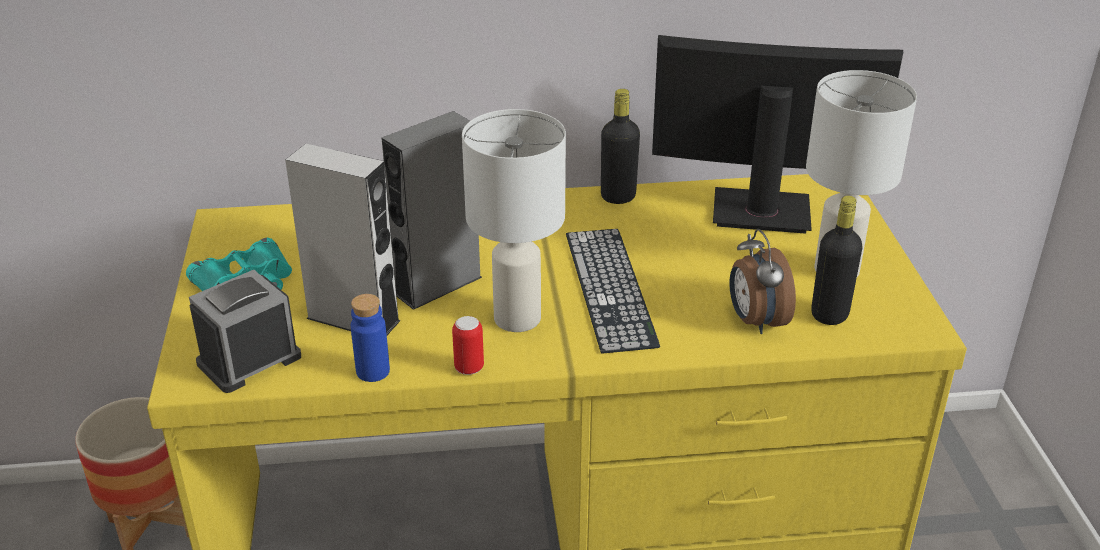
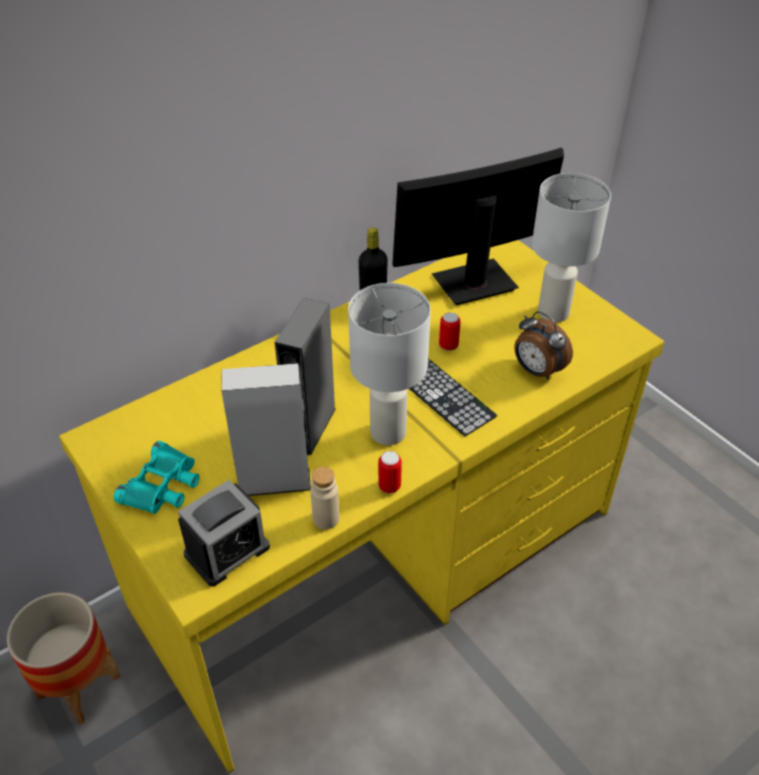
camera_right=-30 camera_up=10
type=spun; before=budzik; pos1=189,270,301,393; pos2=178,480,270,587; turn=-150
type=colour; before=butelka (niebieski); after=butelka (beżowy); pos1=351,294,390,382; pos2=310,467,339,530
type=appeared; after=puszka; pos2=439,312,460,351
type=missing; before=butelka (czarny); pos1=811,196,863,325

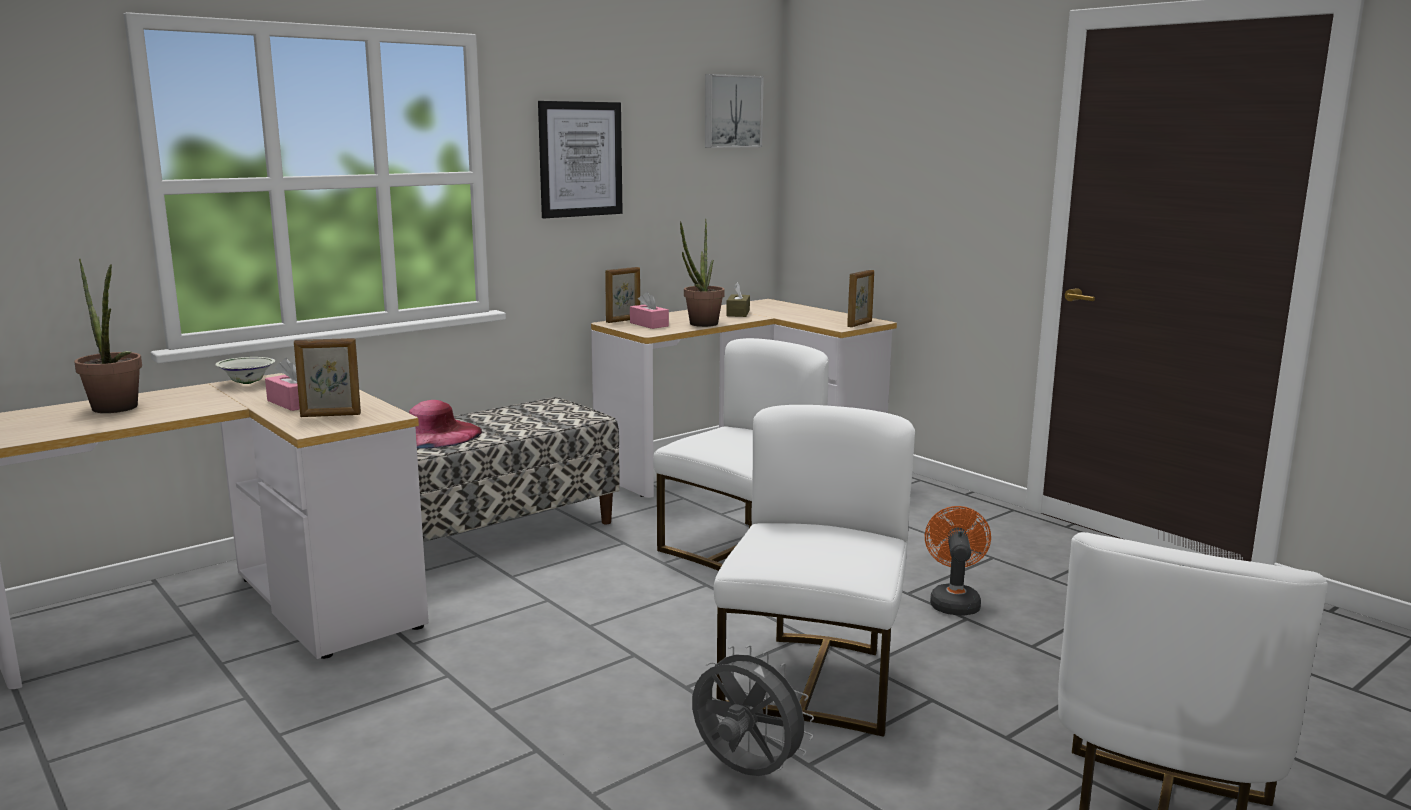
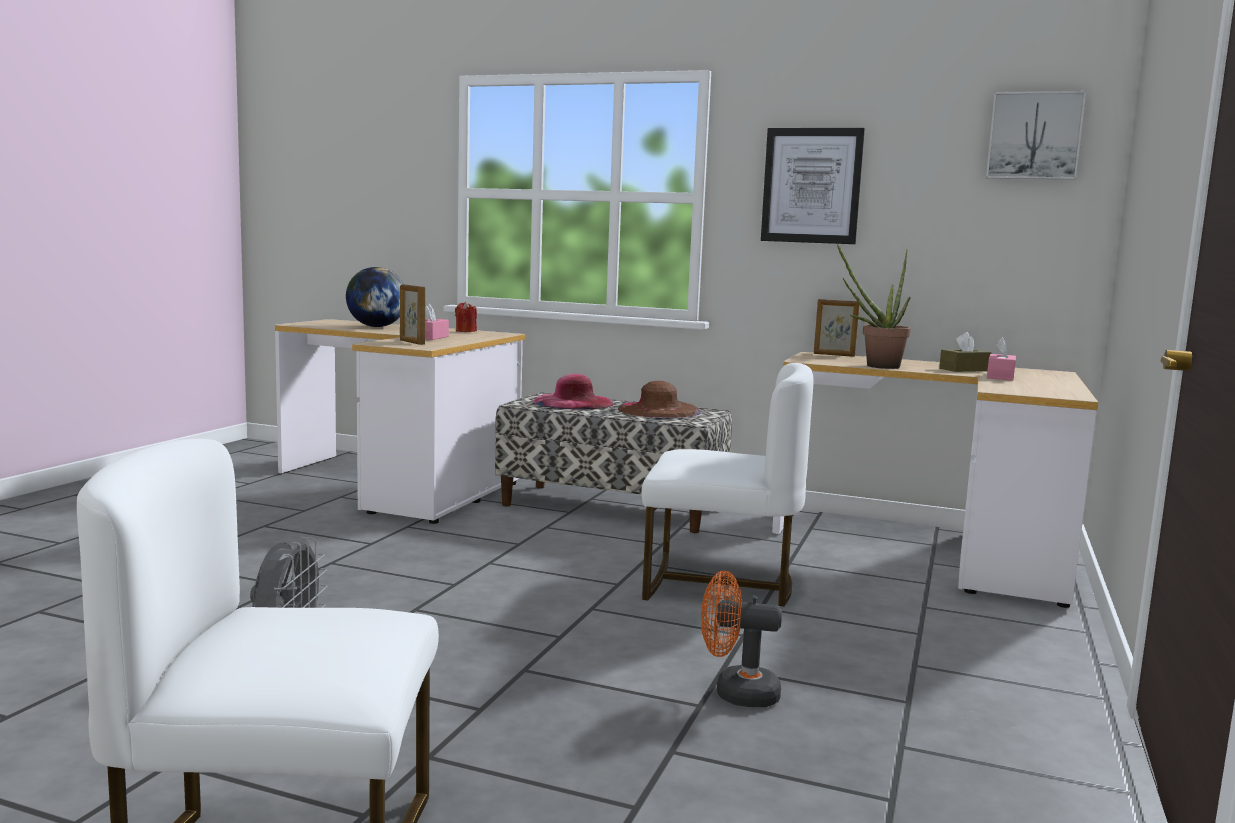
camera_right=60 camera_up=-5
type=exchanged; before=roślina doniczkowa; after=globus; pos1=74,259,142,413; pos2=346,267,404,327
type=exchanged; before=miska (biały); after=świeca (czerwony); pos1=215,357,275,384; pos2=455,301,477,332
type=appeared; after=kapelusz (brązowy); pos2=618,381,700,418
type=spun; before=wentylator (pomarańczowy); pos1=925,506,991,616; pos2=701,571,782,707; turn=-150
type=relocated; before=pudełko chusteczek (różowy); pos1=630,292,669,329; pos2=987,337,1016,381
type=missing; before=krzesło (biały); pos1=714,405,915,737
type=missing; before=ramka na zdjęcie; pos1=847,270,874,327

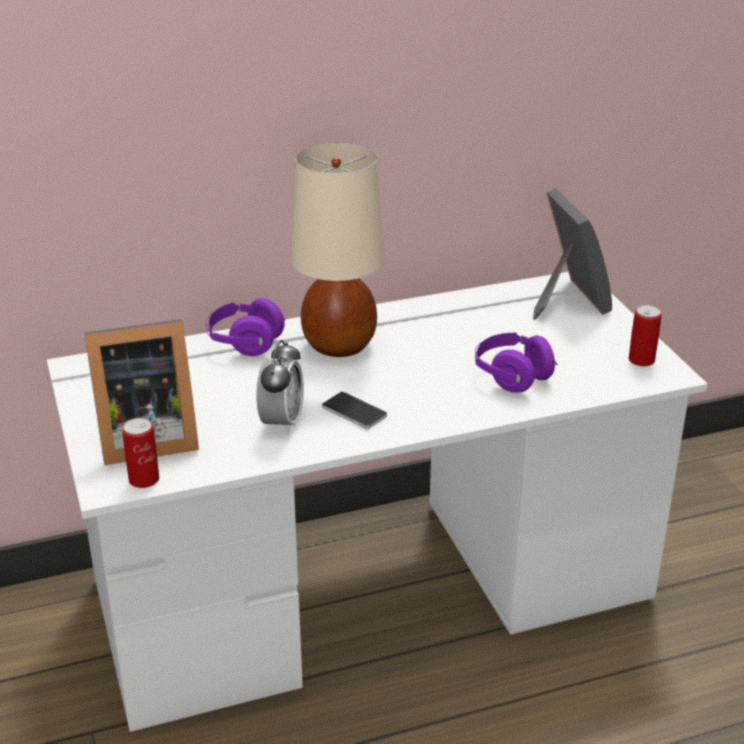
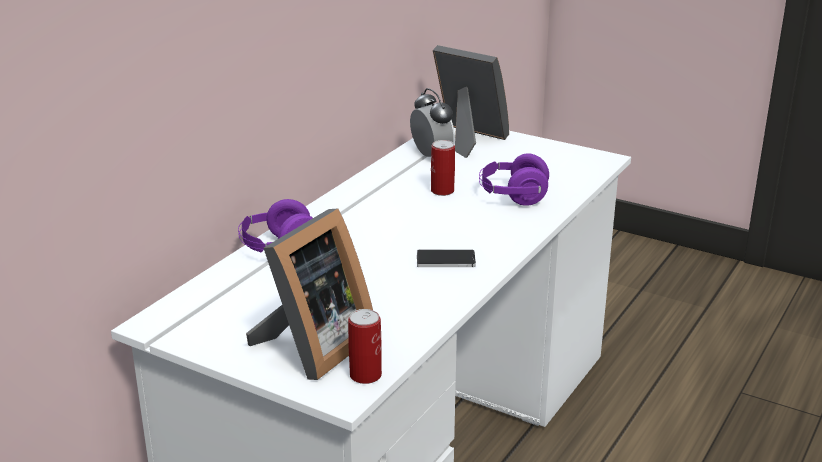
camera_right=-40 camera_up=-5
type=relocated; before=budzik; pos1=256,340,304,434; pos2=410,88,455,157
type=relocated; before=puszka; pos1=629,305,662,366; pos2=431,140,455,196
type=missing; before=lampa stołowa (beżowy); pos1=290,142,385,357

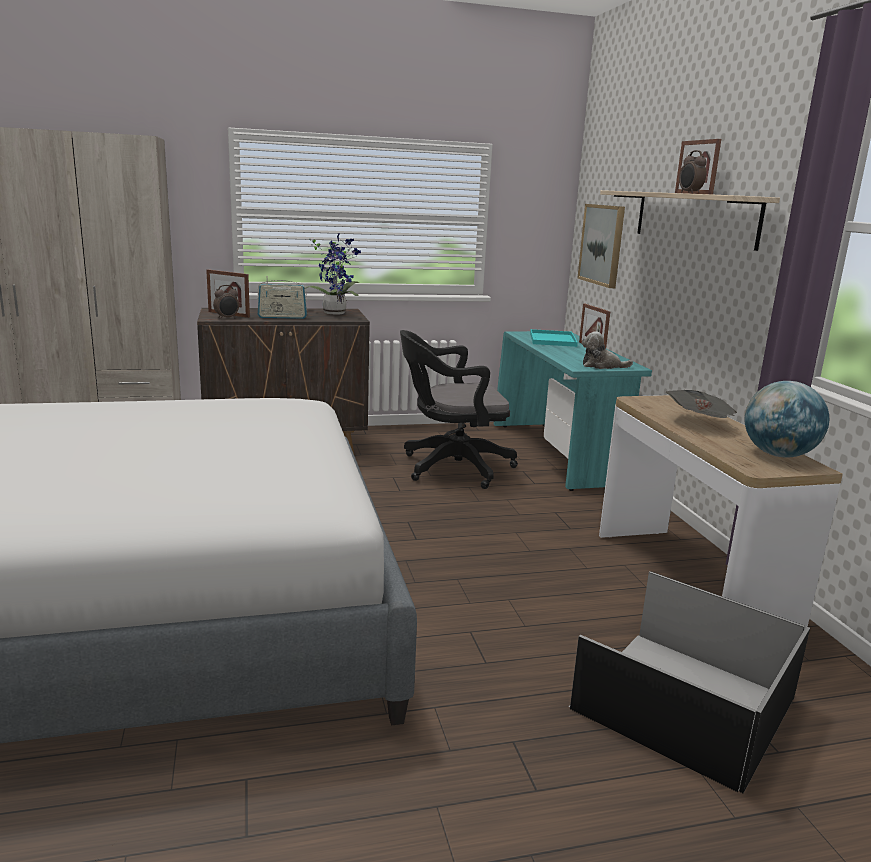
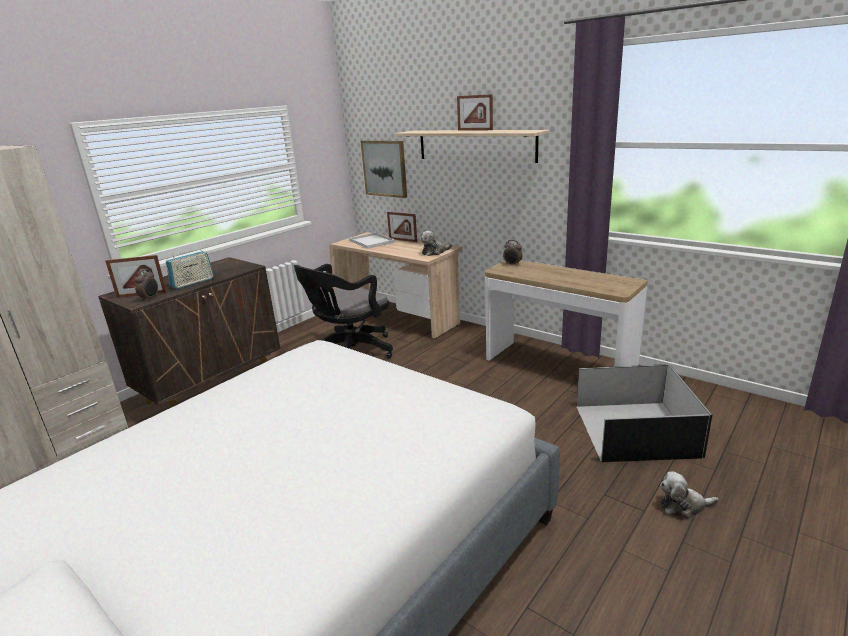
camera_right=-35 camera_up=5
type=colour; before=biurko (turkusowy); after=biurko (beżowy); pos1=493,331,652,491; pos2=329,232,463,339
type=colour; before=taca (turkusowy); after=taca (biały); pos1=530,329,578,347; pos2=349,232,395,249
type=relocated; before=budzik; pos1=679,150,706,193; pos2=503,240,523,266
type=appeared; after=pluszak; pos2=660,471,719,519
type=missing; before=roślina doniczkowa; pos1=306,233,361,315
type=missing; before=gazeta; pos1=666,390,737,418
type=missing; before=globus; pos1=745,381,829,458

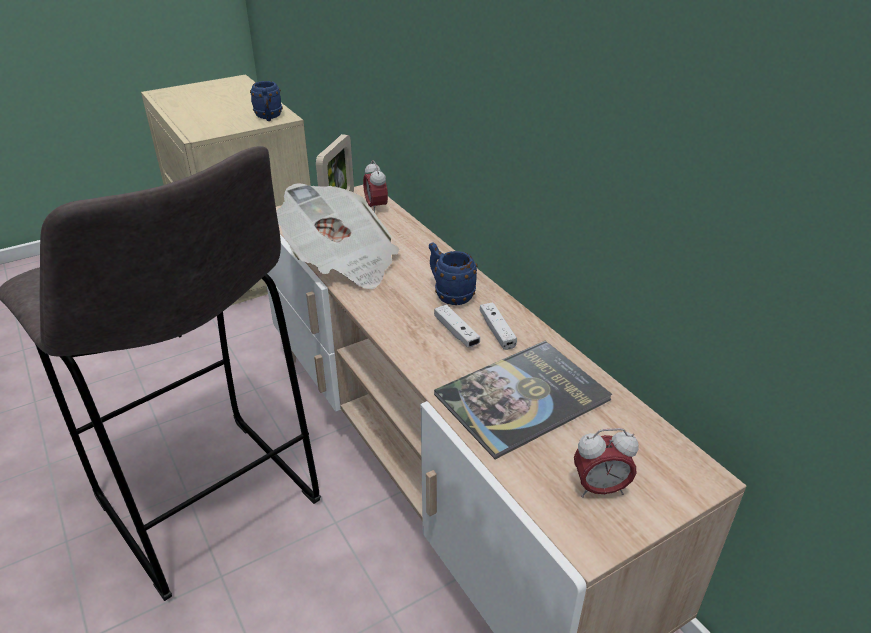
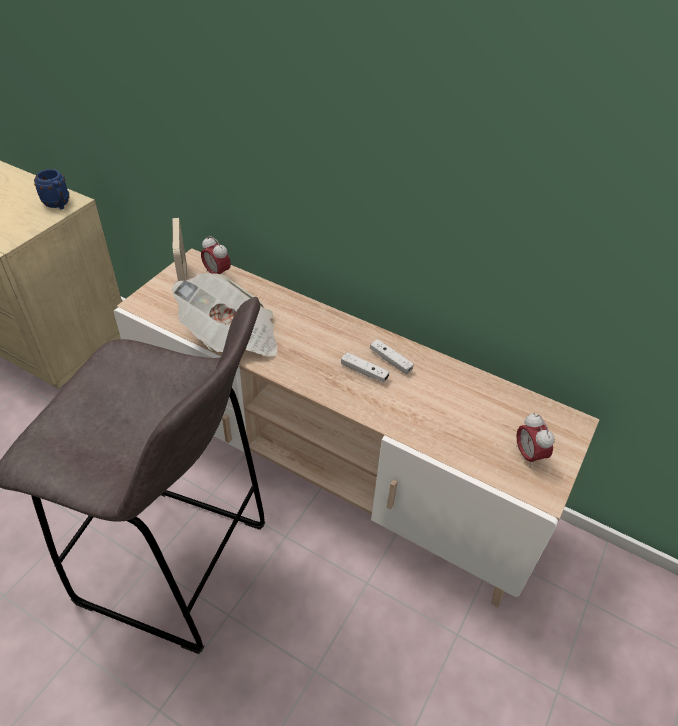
camera_right=-30 camera_up=10
type=spun; before=budzik; pos1=574,428,639,498; pos2=516,413,555,468; turn=105
type=missing; before=kubek (niebieski); pos1=429,242,477,305
type=missing; before=książka; pos1=434,341,613,459

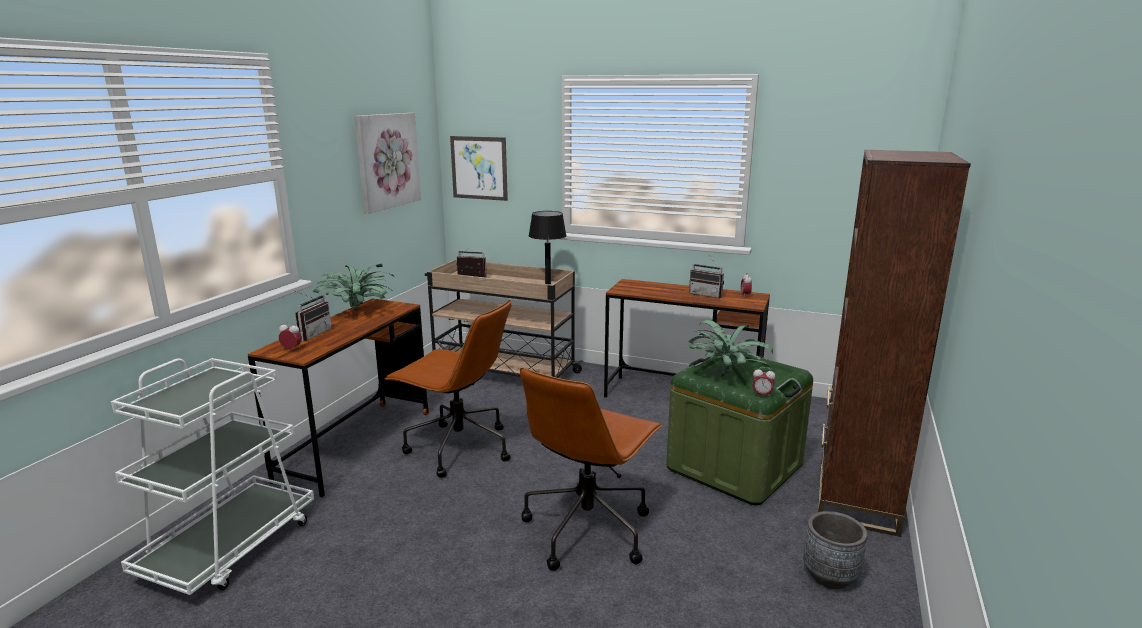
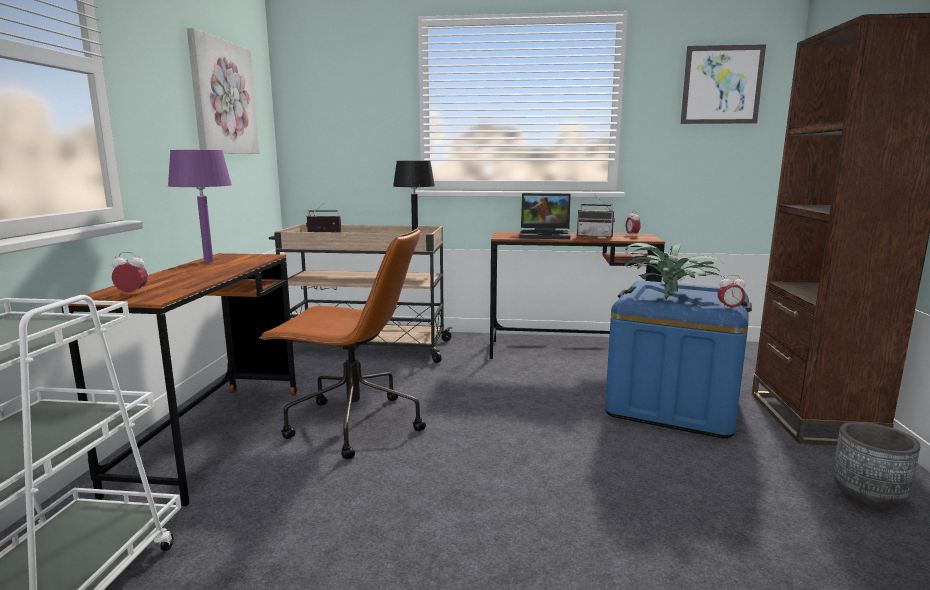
camera_right=-15 camera_up=-5
type=exchanged; before=roślina doniczkowa; after=lampa stołowa (fioletowy); pos1=313,264,395,311; pos2=168,150,232,263
type=appeared; after=laptop; pos2=519,193,571,239
type=colour; before=pojemnik do przechowywania (zielony); after=pojemnik do przechowywania (niebieski); pos1=666,351,813,505; pos2=605,280,752,439
type=relocated; before=obraz; pos1=450,136,508,201; pos2=681,44,766,124
type=missing; before=radio; pos1=294,290,332,341
type=missing; before=krzesło biurowe (brązowy); pos1=520,368,663,571

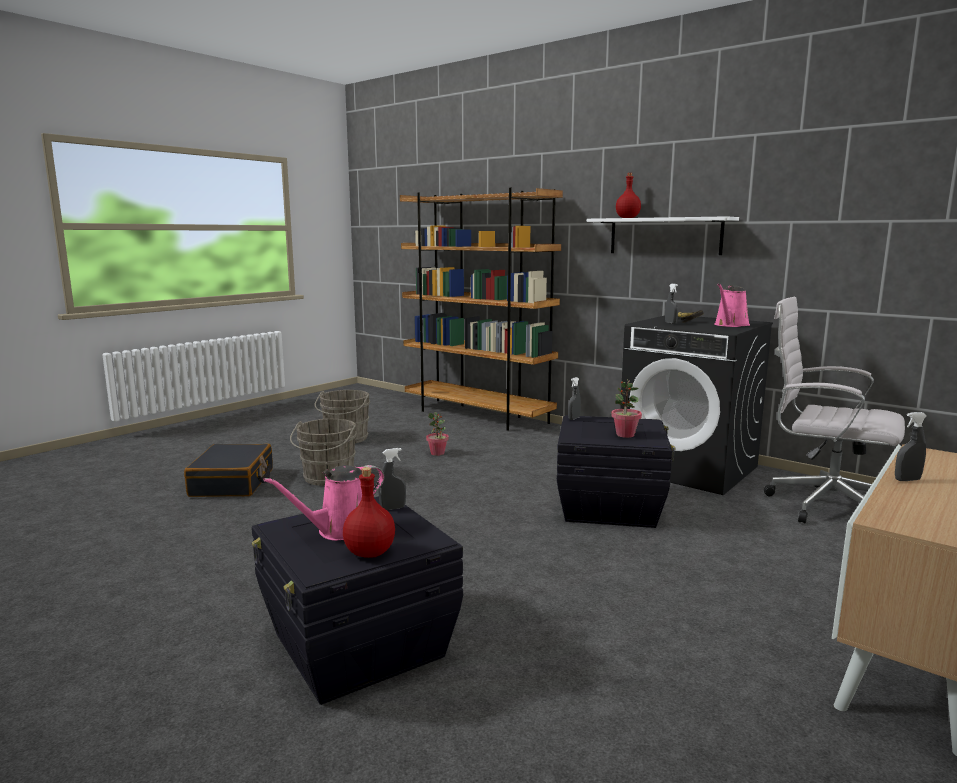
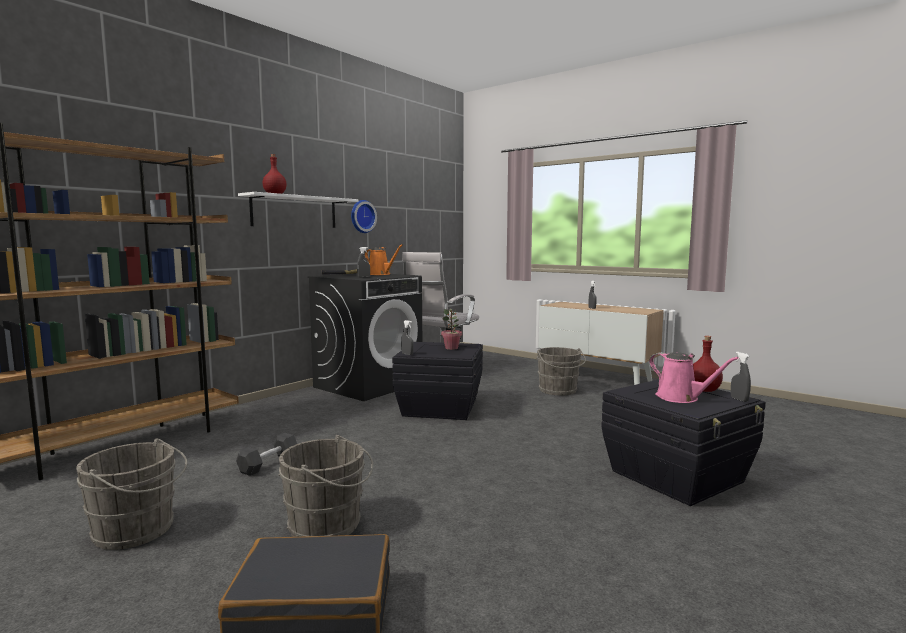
camera_right=-90 camera_up=-5
type=exchanged; before=roślina doniczkowa; after=hantel (czarny); pos1=426,412,449,456; pos2=236,433,297,476
type=appeared; after=zegar ścienny; pos2=351,200,377,233
type=colour; before=konewka (różowy); after=konewka (pomarańczowy); pos1=714,284,750,327; pos2=365,244,403,275
type=appeared; after=wiadro (szary); pos2=536,347,586,396
type=relocated; before=spryskiwacz (szary); pos1=378,448,406,510; pos2=731,352,751,402

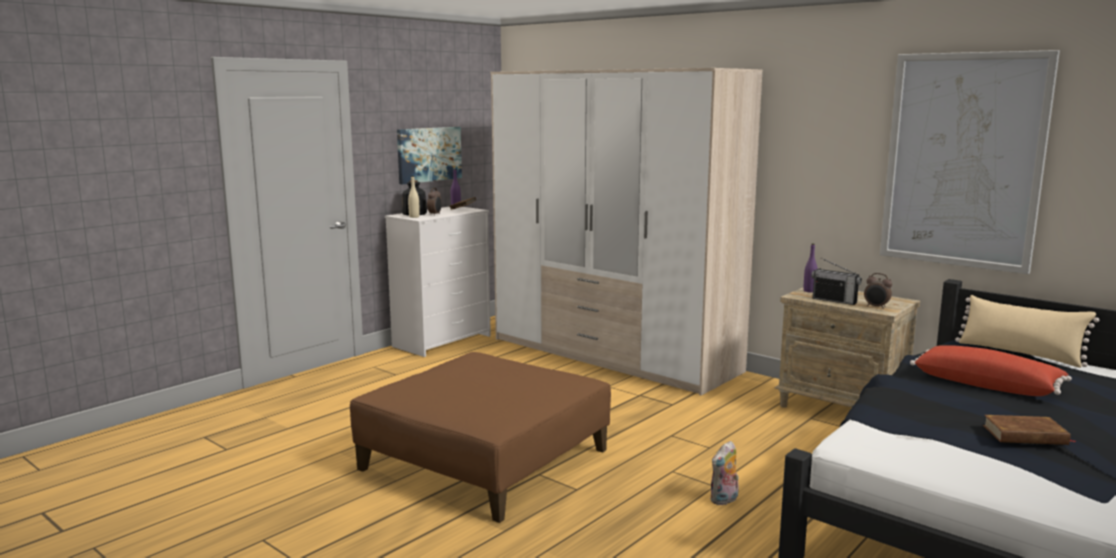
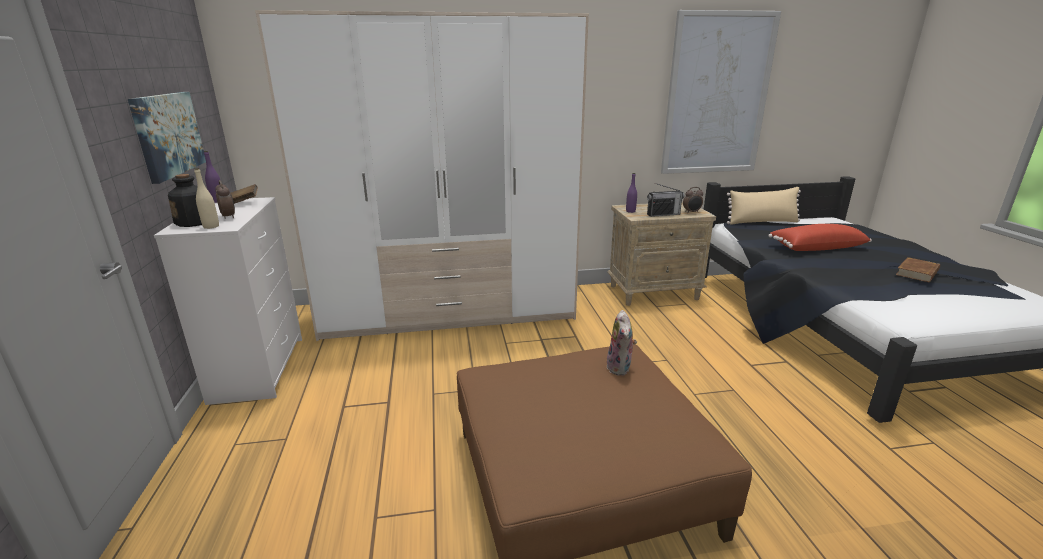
camera_right=-50 camera_up=10
type=relocated; before=pluszak; pos1=710,441,739,505; pos2=607,310,637,376

